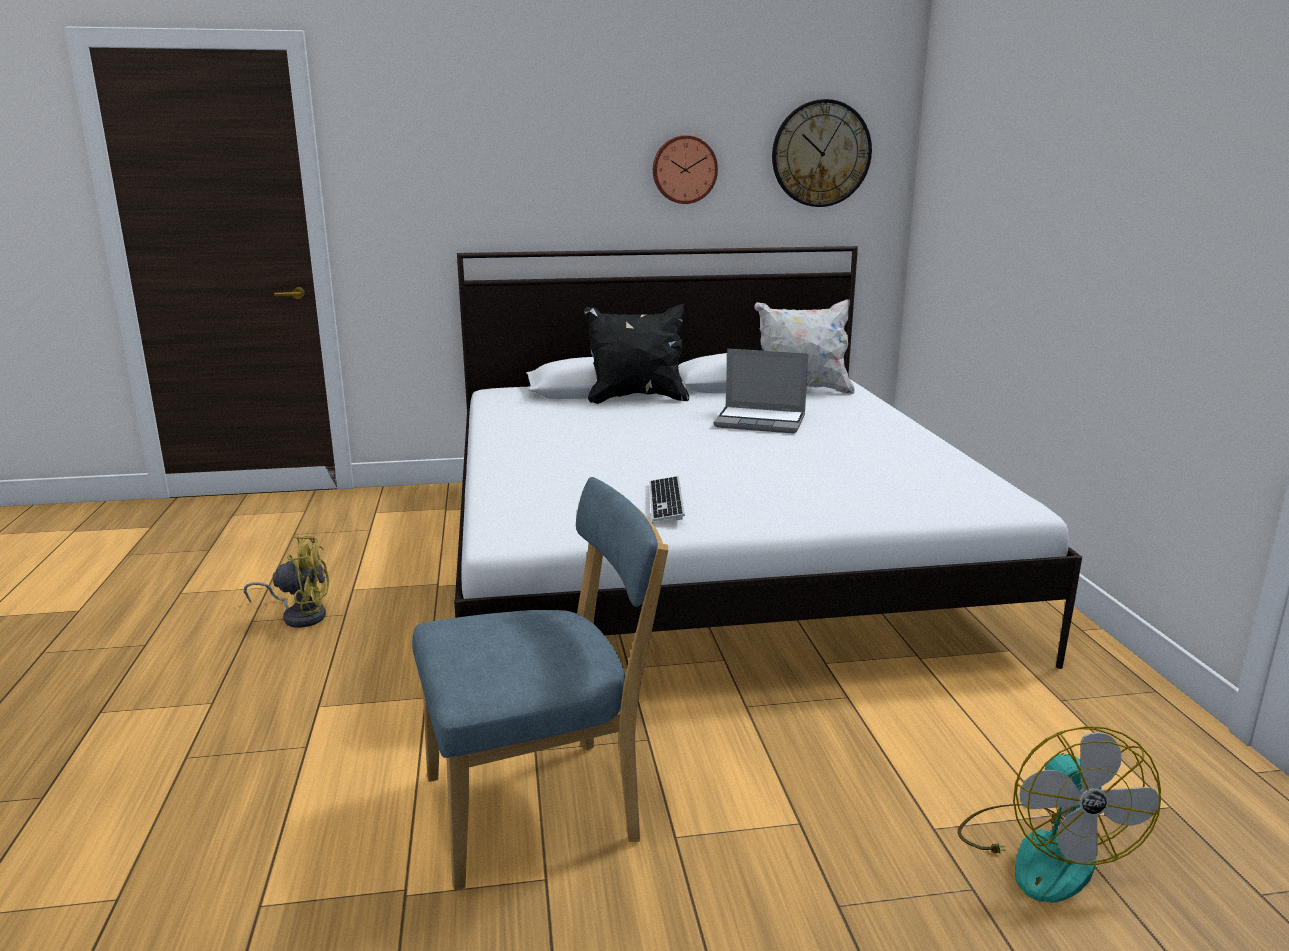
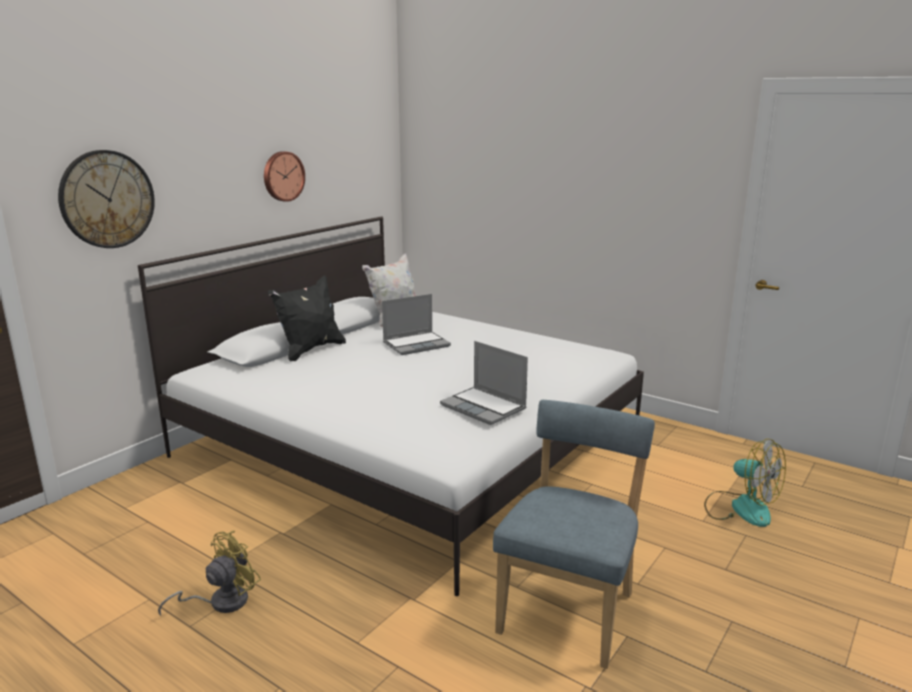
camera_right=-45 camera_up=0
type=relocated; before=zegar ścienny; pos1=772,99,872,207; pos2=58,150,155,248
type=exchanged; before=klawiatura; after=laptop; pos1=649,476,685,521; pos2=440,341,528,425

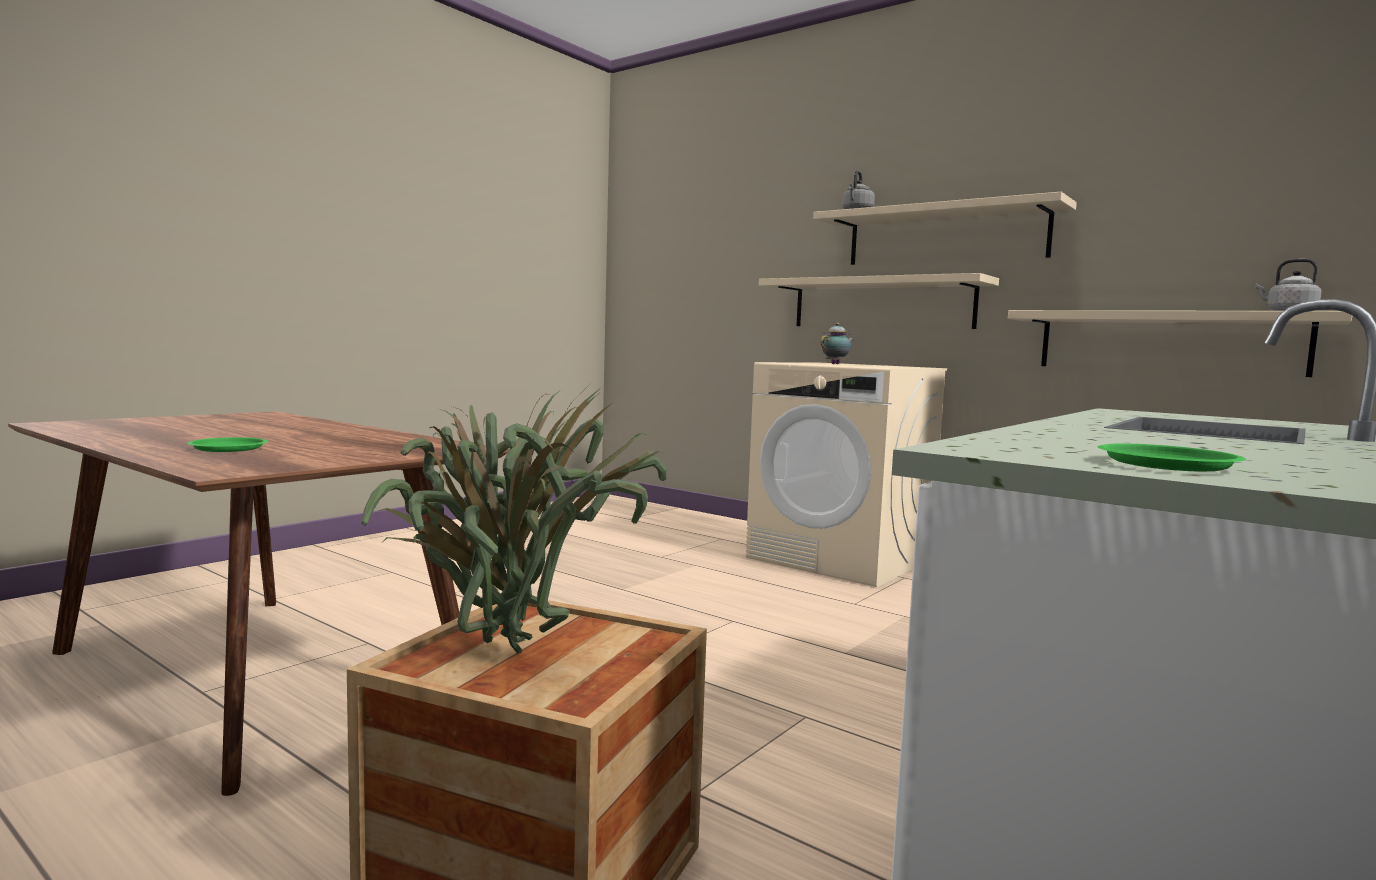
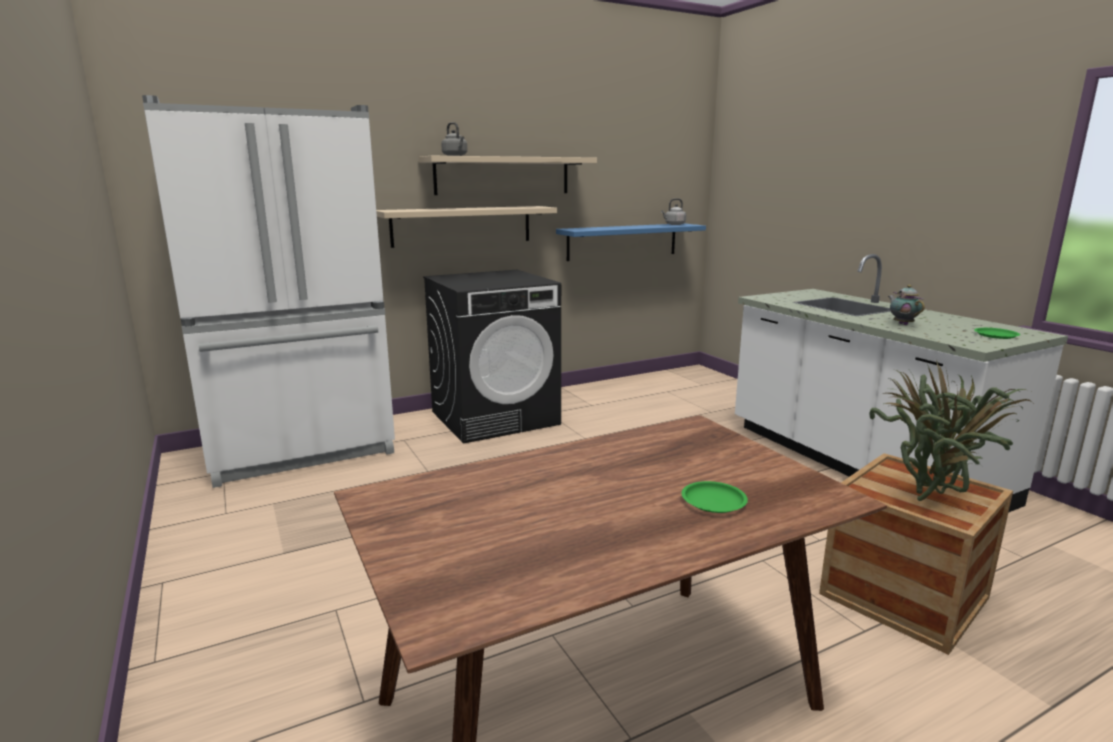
camera_right=-65 camera_up=10
type=appeared; after=lodówka (biały); pos2=142,95,395,488
type=colour; before=pralka (beżowy); after=pralka (czarny); pos1=746,362,947,587; pos2=423,270,561,444
type=colour; before=półka (beżowy); after=półka (niebieski); pos1=1008,310,1352,377; pos2=556,223,706,261
type=relocated; before=imbryk; pos1=820,323,854,364; pos2=888,285,925,325

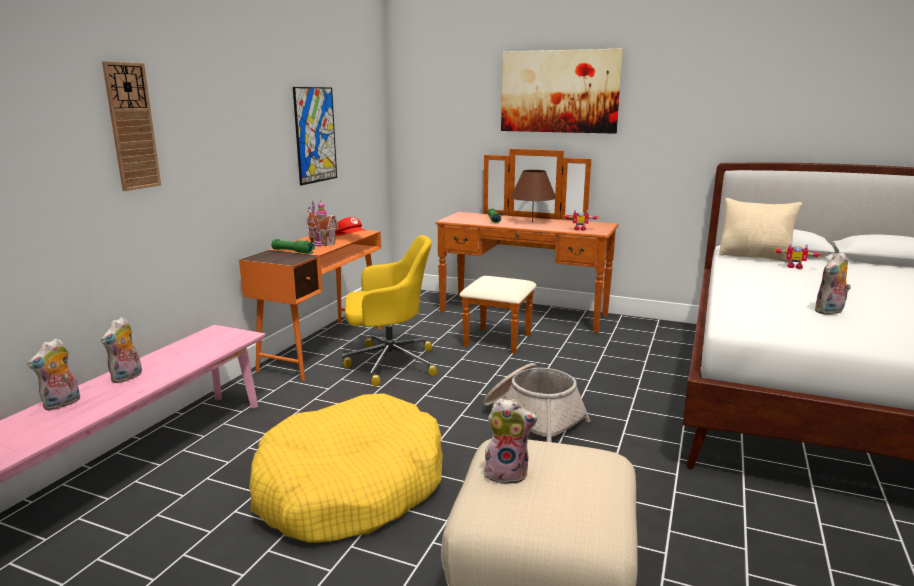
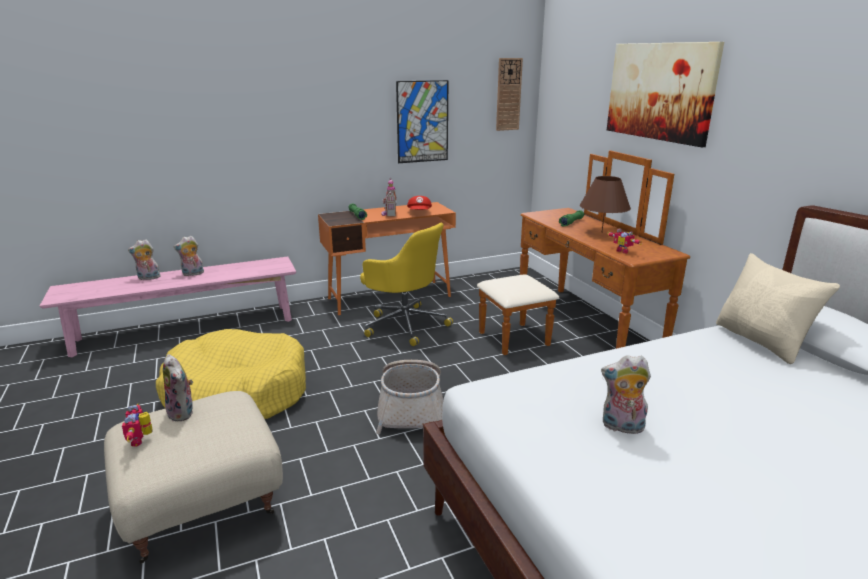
camera_right=45 camera_up=5
type=relocated; before=robot zabawkowy; pos1=773,243,823,269; pos2=122,404,153,447
type=relocated; before=zegar ścienny; pos1=102,61,161,191; pos2=496,58,523,131

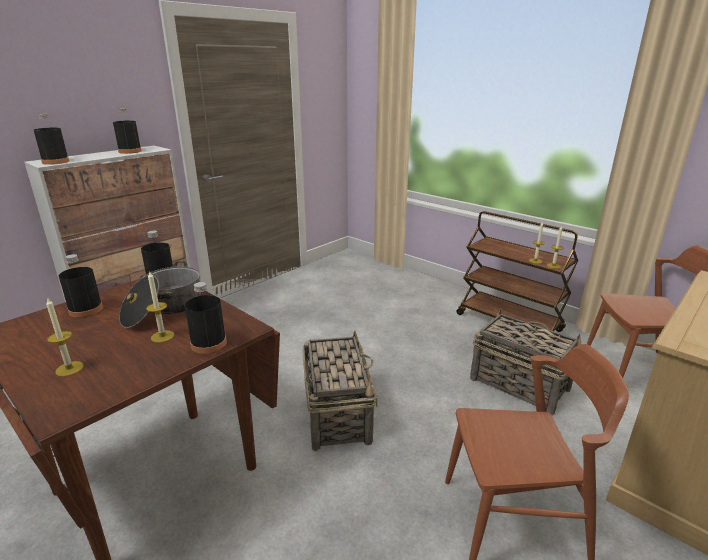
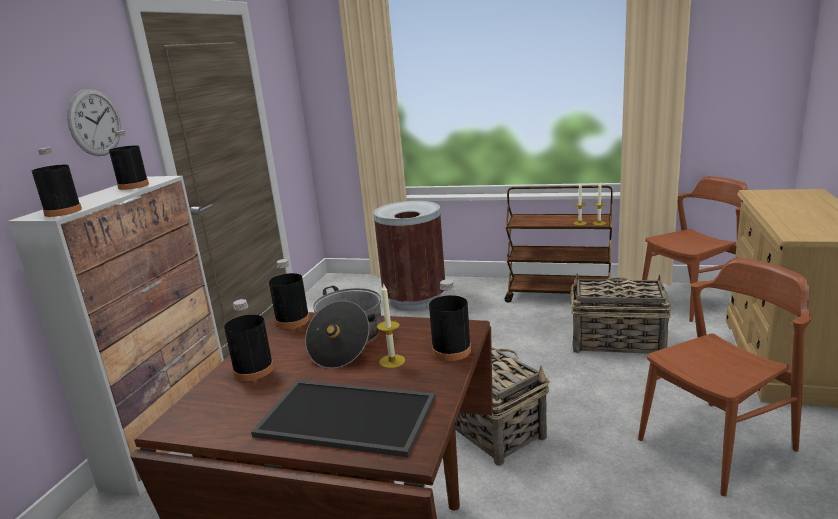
camera_right=-25 camera_up=-5
type=appeared; after=zegar ścienny; pos2=67,89,121,156
type=exchanged; before=świeca; after=taca; pos1=46,297,84,376; pos2=251,380,435,457
type=appeared; after=kosz na śmieci (brązowy); pos2=373,201,445,311

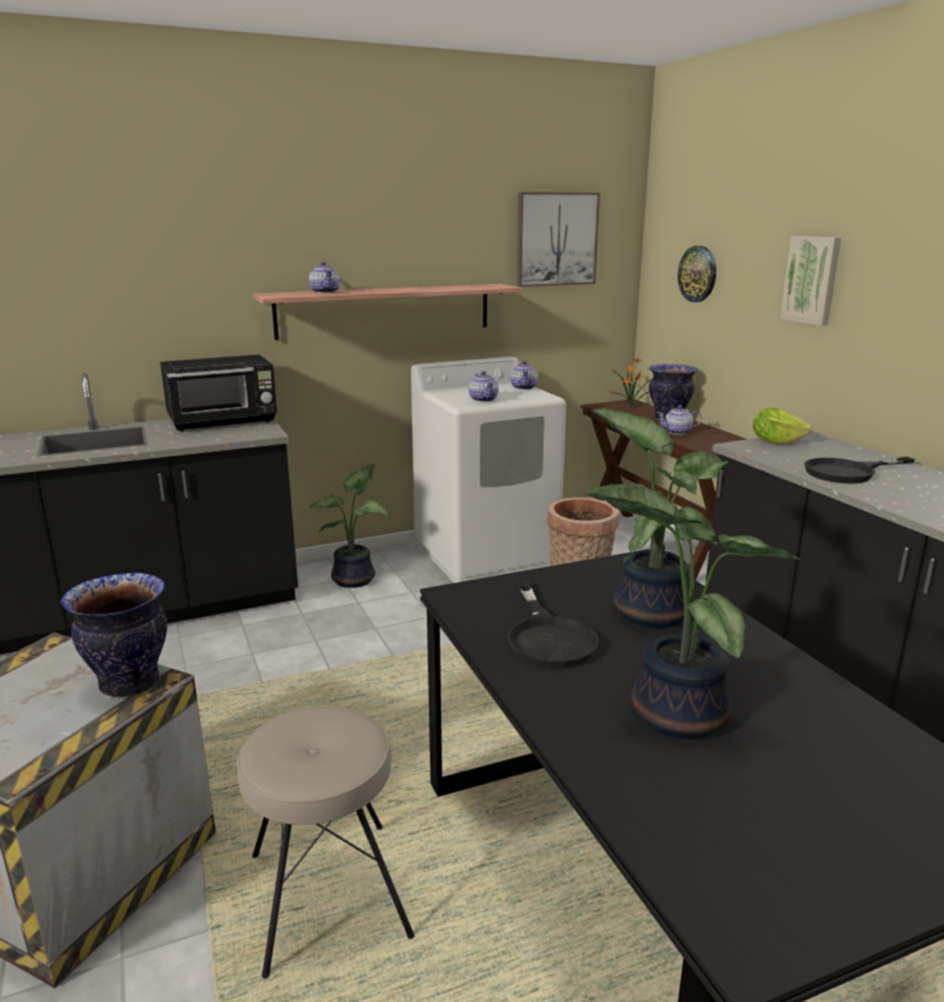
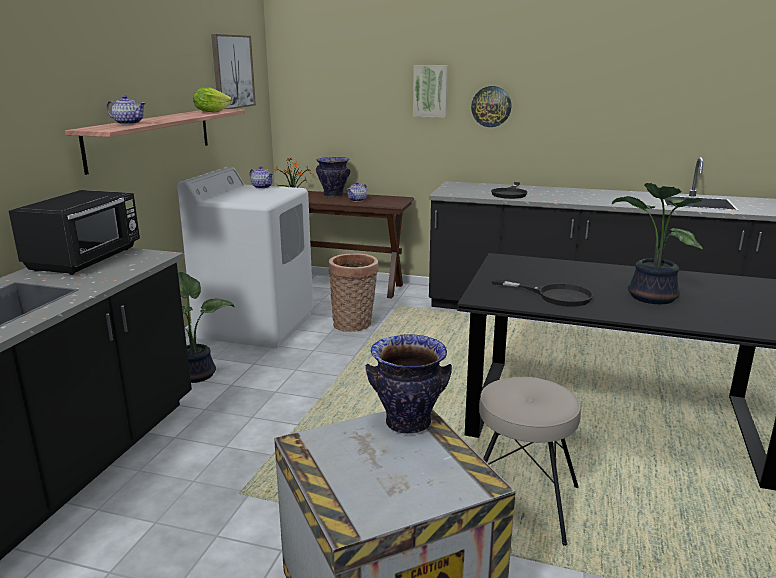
camera_right=-50 camera_up=0
type=relocated; before=sałata; pos1=753,407,812,444; pos2=193,87,232,113
type=relocated; before=zegar ścienny; pos1=678,246,716,302; pos2=471,86,512,127
type=missing; before=imbryk; pos1=469,371,499,402
type=missing; before=roślina doniczkowa; pos1=591,408,729,628

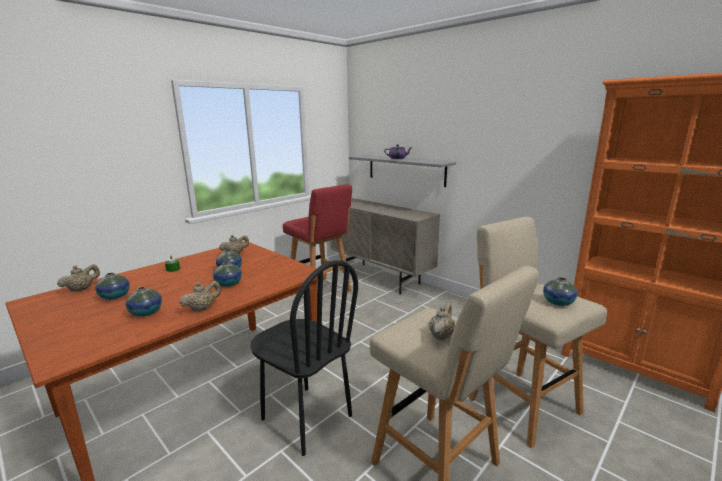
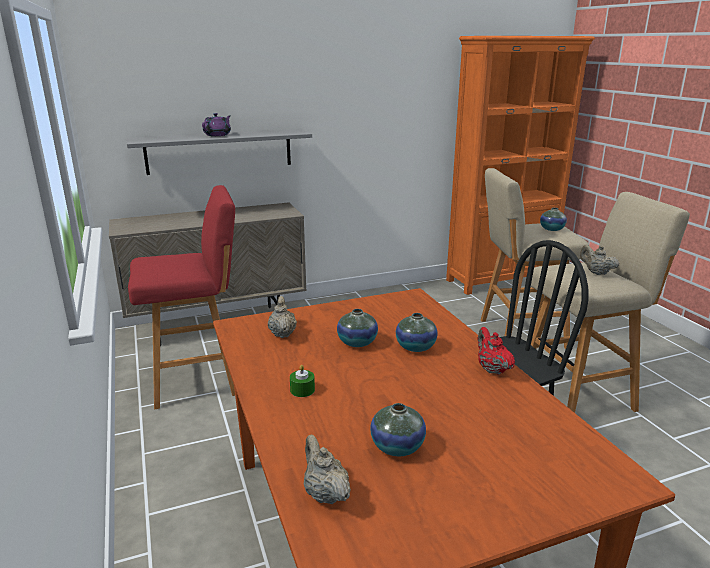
camera_right=-65 camera_up=5
type=colour; before=imbryk (beżowy); after=imbryk (czerwony); pos1=180,281,221,312; pos2=478,327,515,375
type=missing; before=wazon; pos1=126,287,162,317

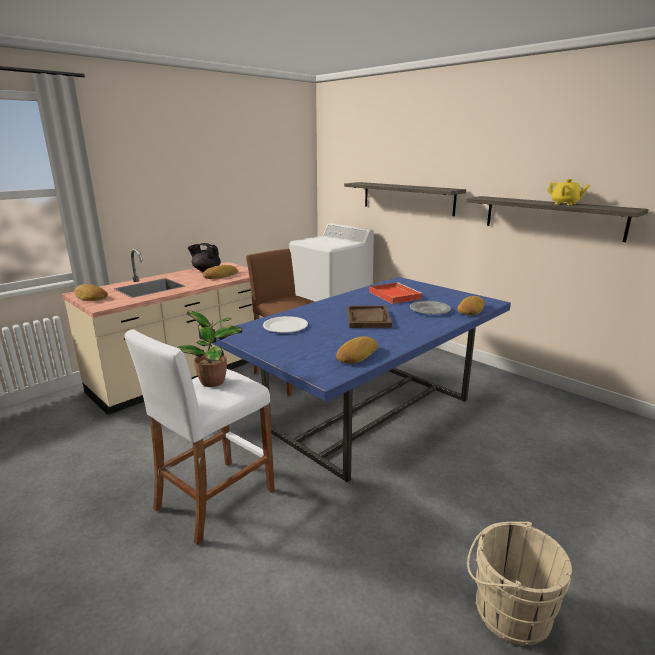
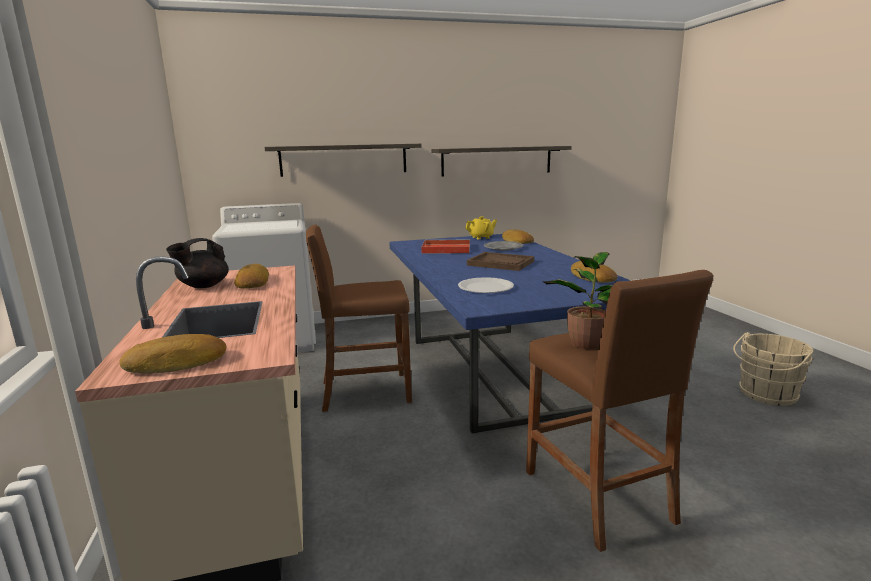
camera_right=-60 camera_up=-5
type=relocated; before=imbryk (żółty); pos1=547,179,590,205; pos2=465,216,497,239
type=colour; before=stołek (biały); after=stołek (brązowy); pos1=125,329,275,545; pos2=526,270,714,552

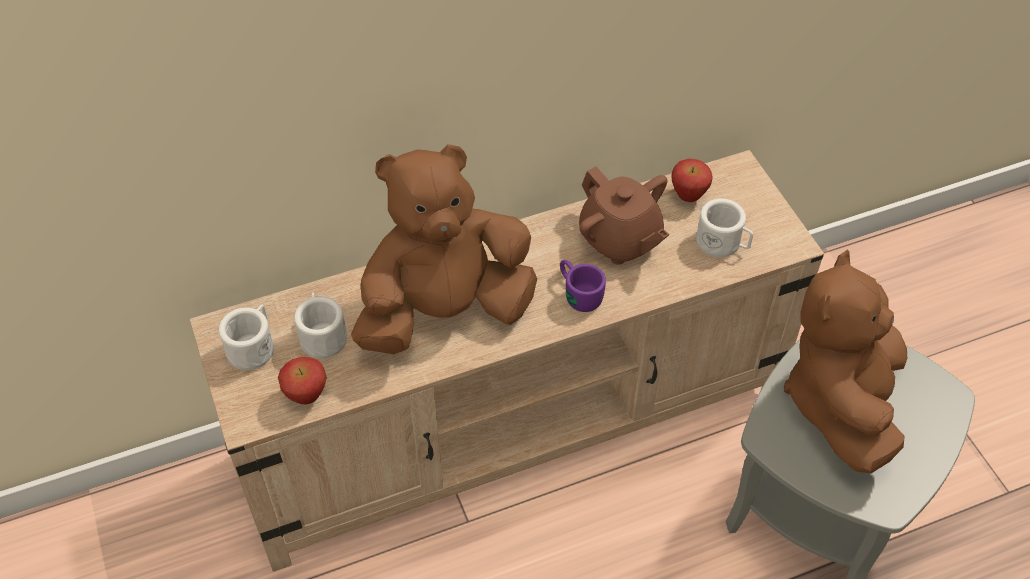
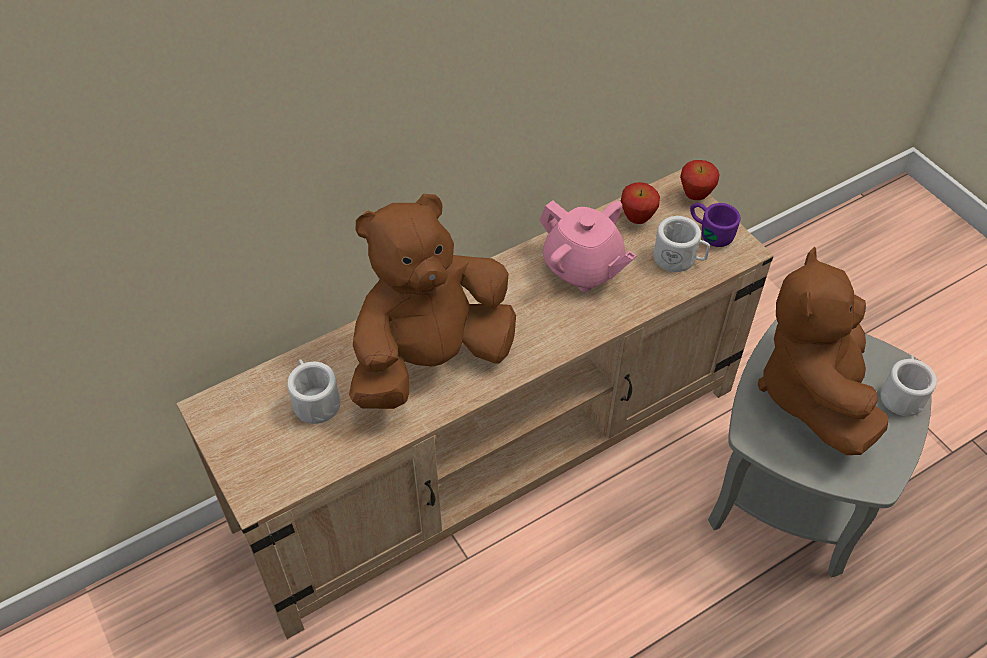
camera_right=-10 camera_up=0
type=colour; before=imbryk (brązowy); after=imbryk (różowy); pos1=579,167,669,265; pos2=540,200,637,292
type=relocated; before=jabłko; pos1=278,357,327,404; pos2=680,160,720,200
type=relocated; before=kubek (fioletowy); pos1=560,260,606,312; pos2=690,203,740,247
type=relocated; before=kubek (biały); pos1=219,305,274,370; pos2=880,355,937,416

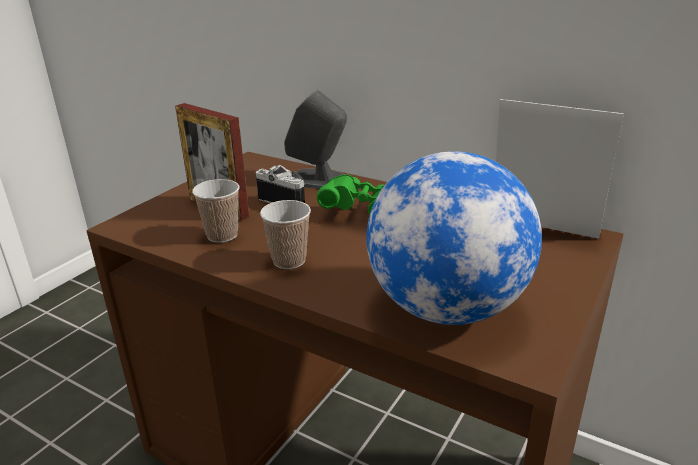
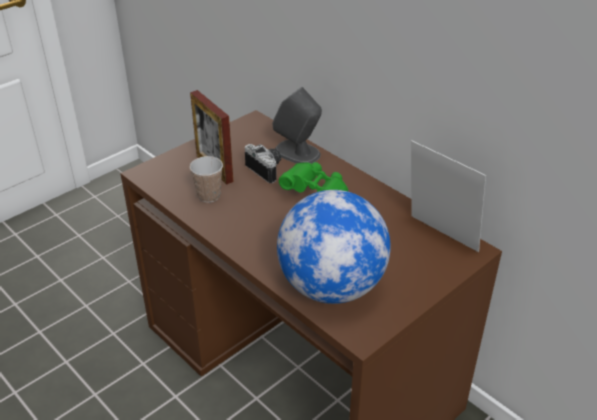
camera_right=15 camera_up=10
type=missing; before=filiżanka; pos1=260,200,311,269

